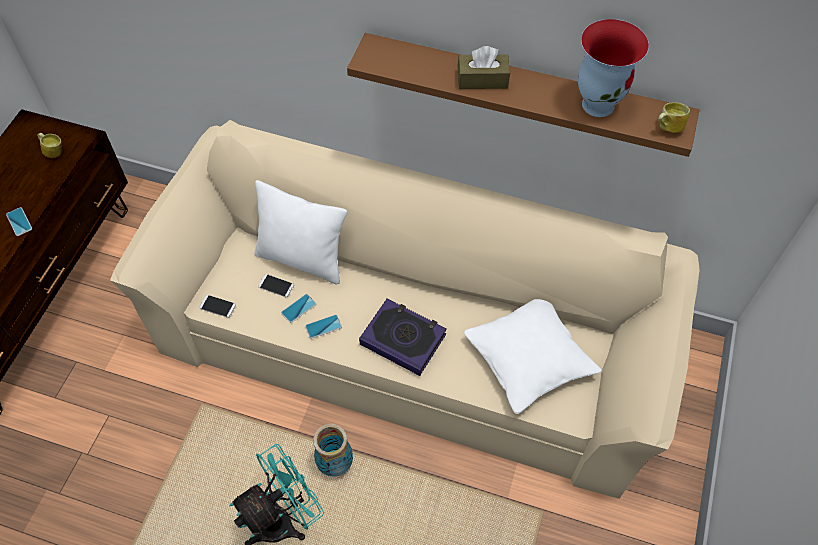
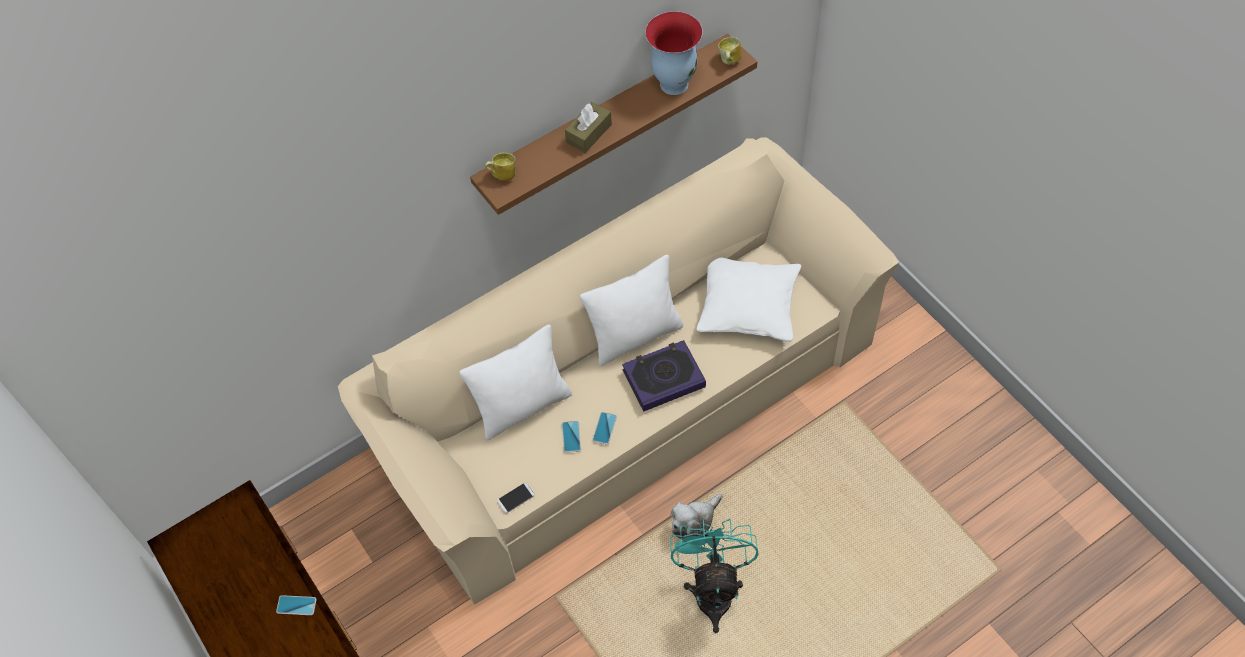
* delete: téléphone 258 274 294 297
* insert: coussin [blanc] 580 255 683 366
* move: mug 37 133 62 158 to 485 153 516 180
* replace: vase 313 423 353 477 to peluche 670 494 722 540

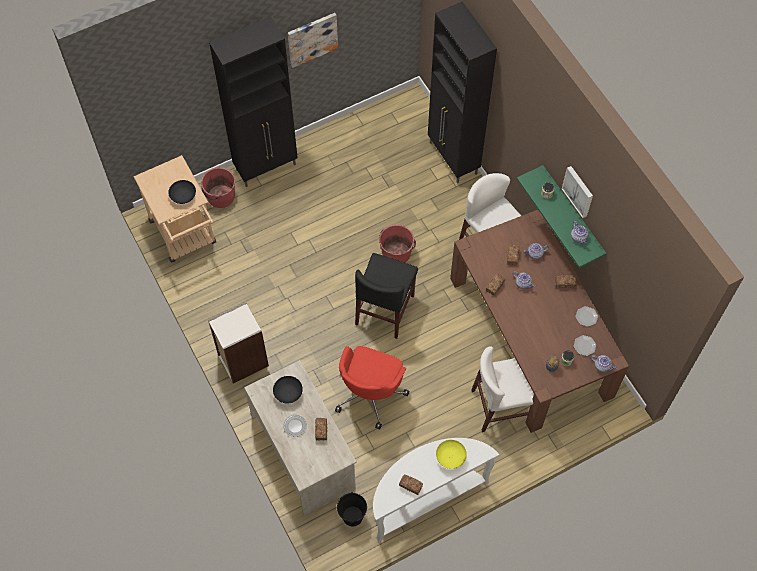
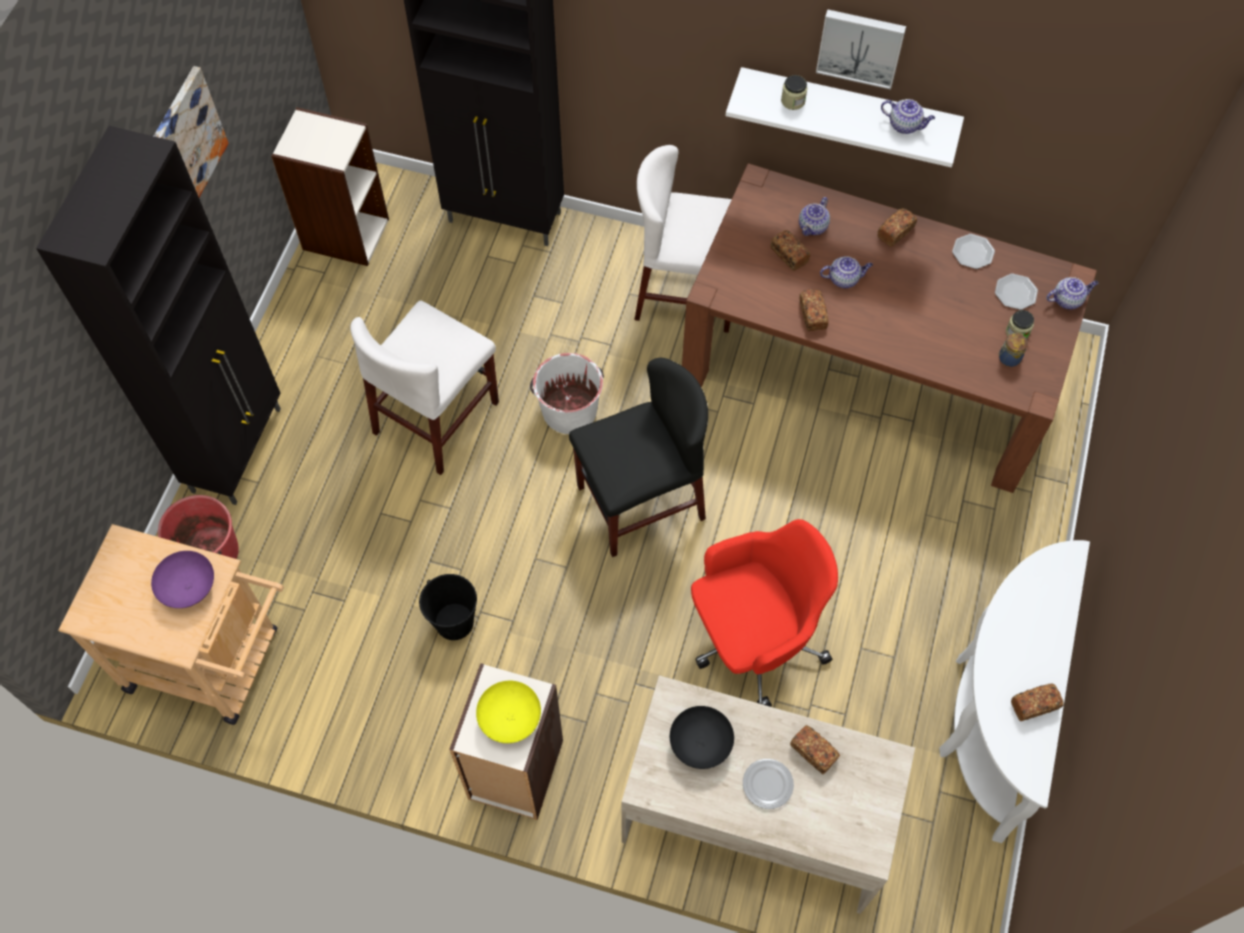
* insert: bibliothèque 271 107 389 266
* move: seau [noir] 337 492 367 526 to 419 574 477 640
* move: bol [jaune] 436 440 467 469 to 476 681 541 743
* move: chaise [blanc] 471 346 534 432 to 350 301 499 475
* recolor: bol [noir] 168 180 196 204 to bol [violet] 151 551 214 608
* recolor: seau [rouge] 379 224 416 263 to seau [blanc] 530 353 604 434
* recolor: étagère [vert] 517 165 606 268 to étagère [blanc] 726 67 964 167
* rotate: chaise de bureau [rouge] 335 346 409 430 = 691 519 838 707 90 degrees counterclockwise
* rotate: chaise [noir] 355 253 418 339 = 569 358 708 557 90 degrees counterclockwise

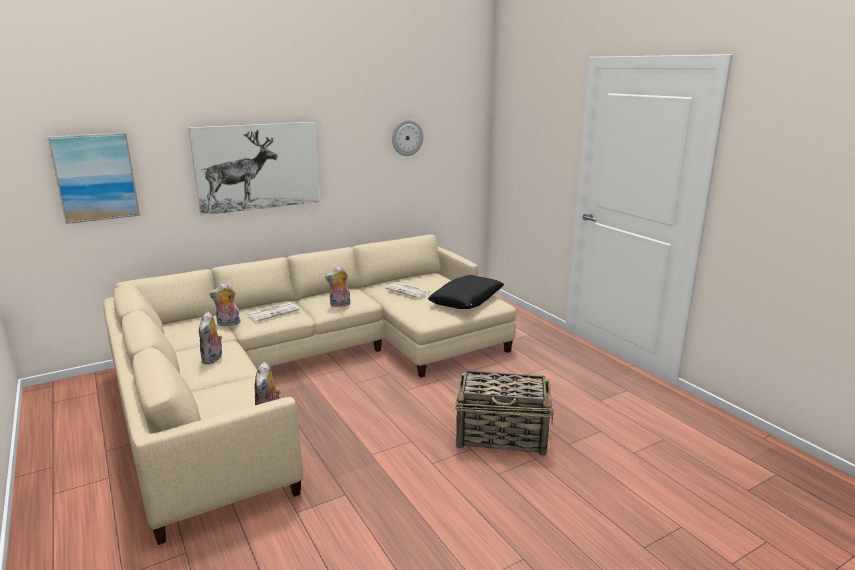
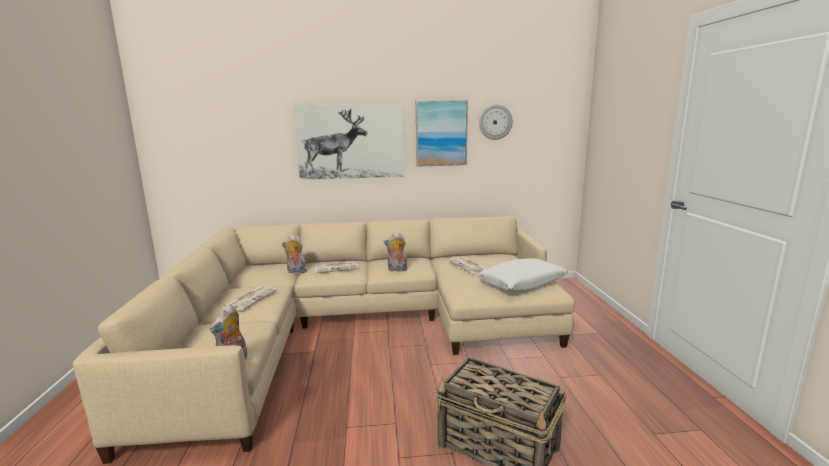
* move: tableau 47 133 140 224 to 416 100 468 167
* replace: peluche 199 311 222 364 to journal 224 286 277 310
* recolor: coussin [noir] 428 275 504 309 to coussin [blanc] 477 258 568 291

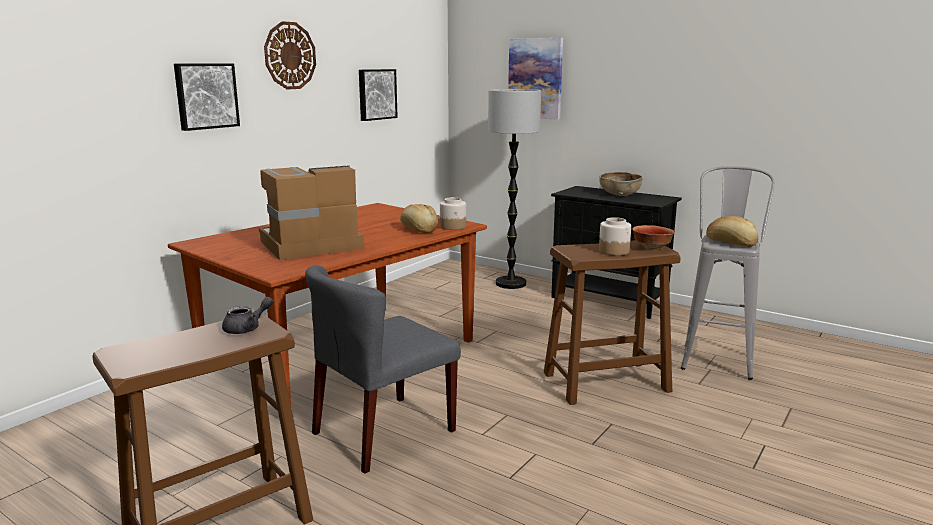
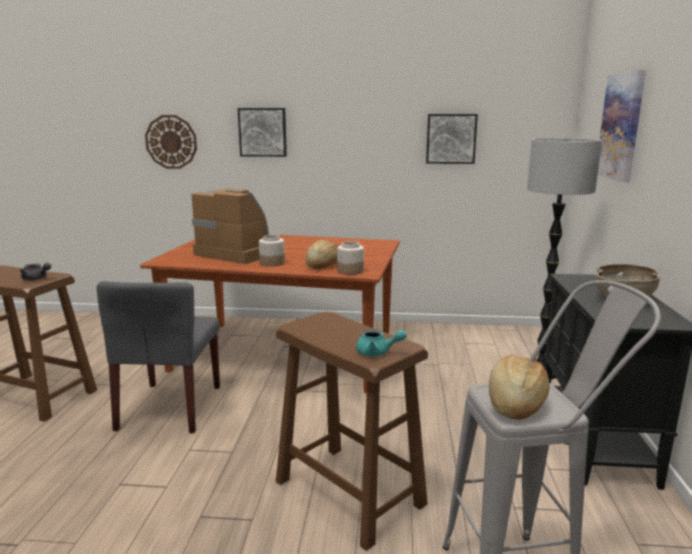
* move: horloge murale 264 21 316 89 to 145 115 197 169
* move: bocal 599 217 631 256 to 259 235 285 266
* replace: bol 633 225 675 250 to théière [turquoise] 356 329 407 356
* rotate: chaise [gris] 305 265 461 474 = 96 281 220 433 105 degrees counterclockwise

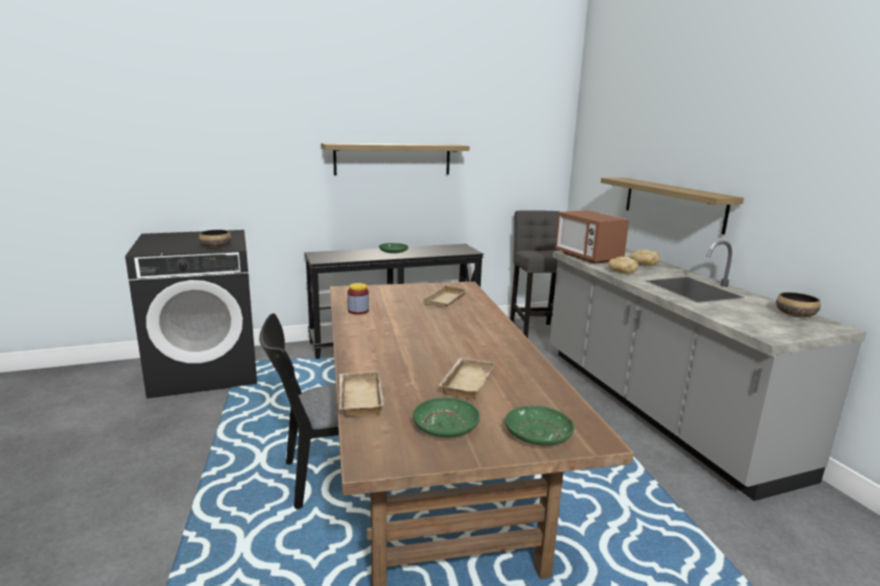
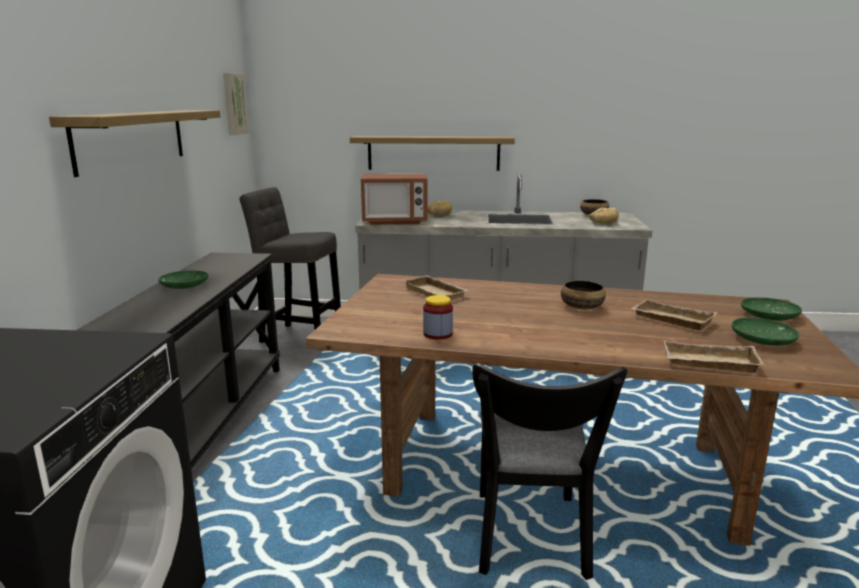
* insert: tableau 223 73 249 135
* move: bol 199 230 231 248 to 561 280 606 309
* move: pain 609 257 638 274 to 589 208 619 224

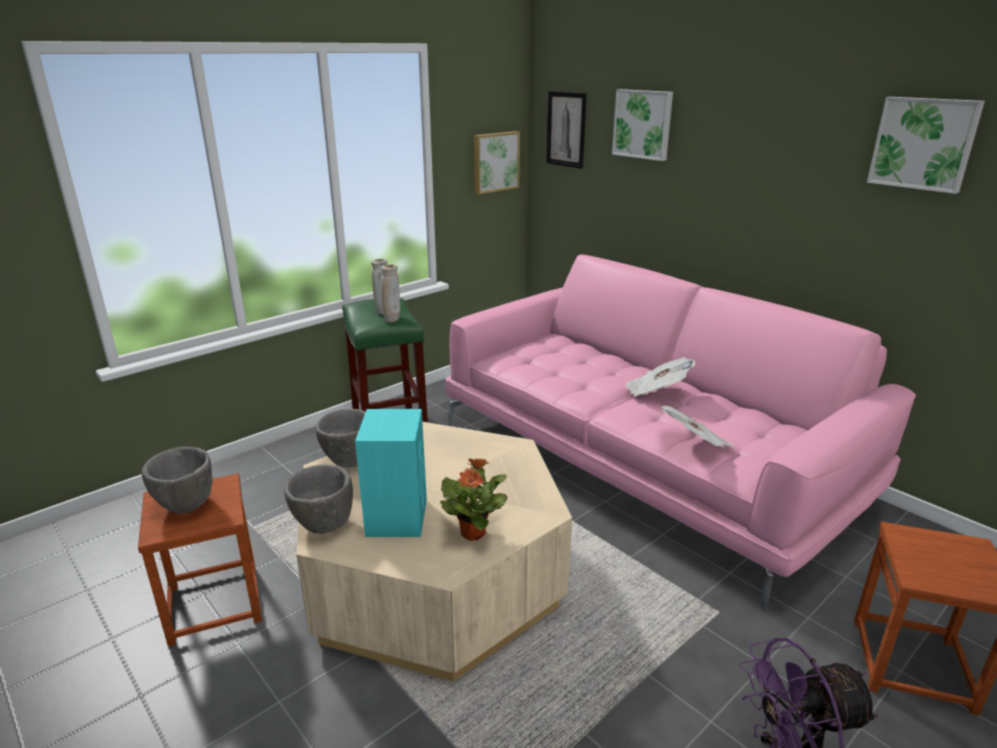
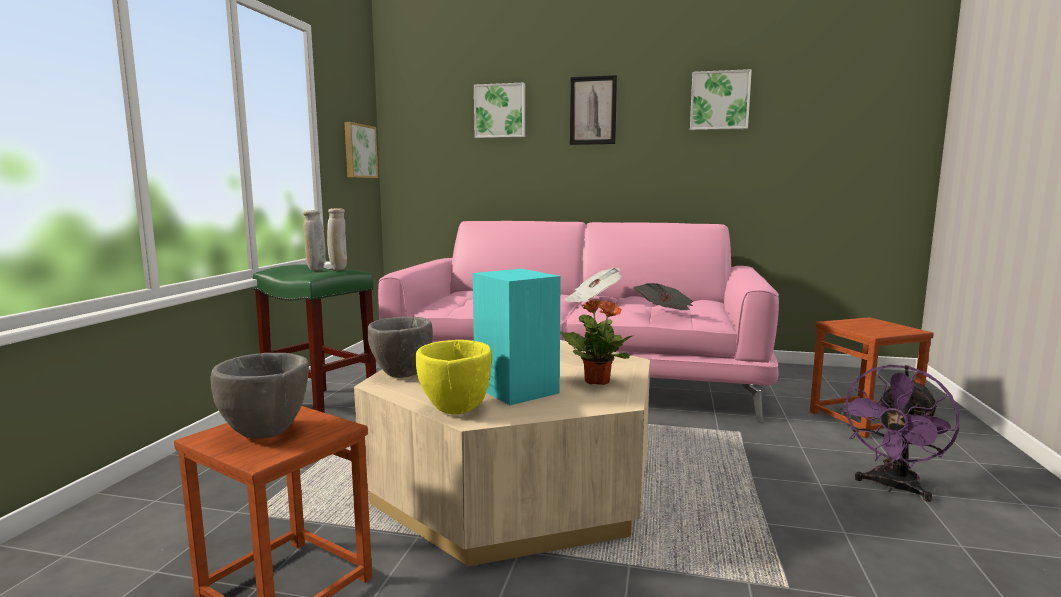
* move: tableau 546 91 587 169 to 570 75 617 145
* recolor: bol [gris] 284 464 353 534 to bol [jaune] 416 340 492 414

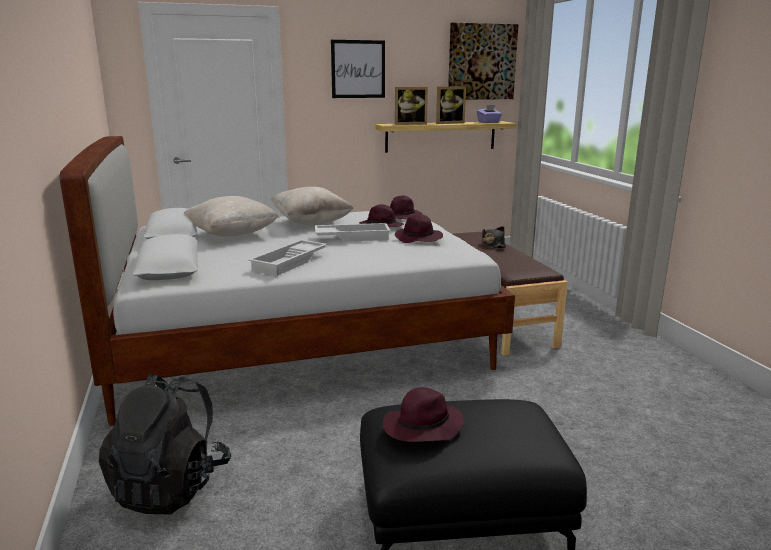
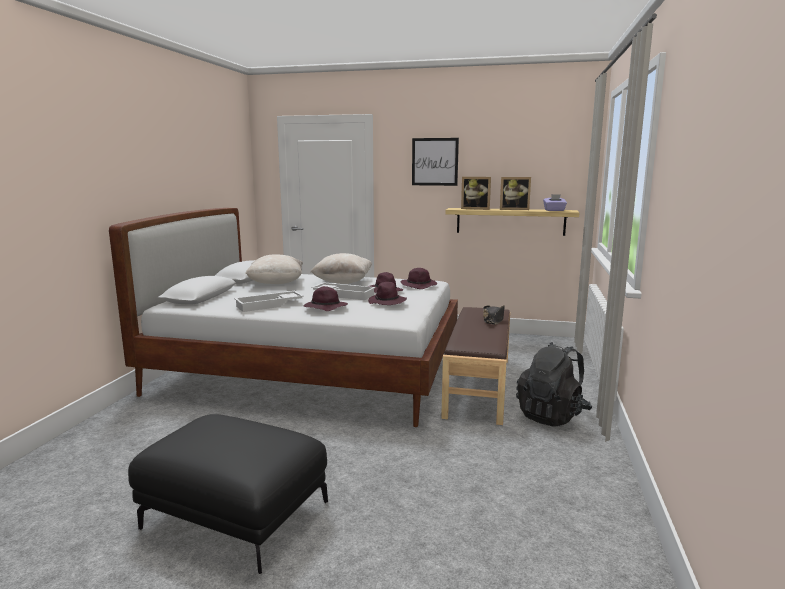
* delete: tableau 448 23 518 100
* move: sac à dos [noir] 99 373 231 514 to 516 342 592 427
* move: chapeau [violet] 383 387 464 442 to 303 286 348 311

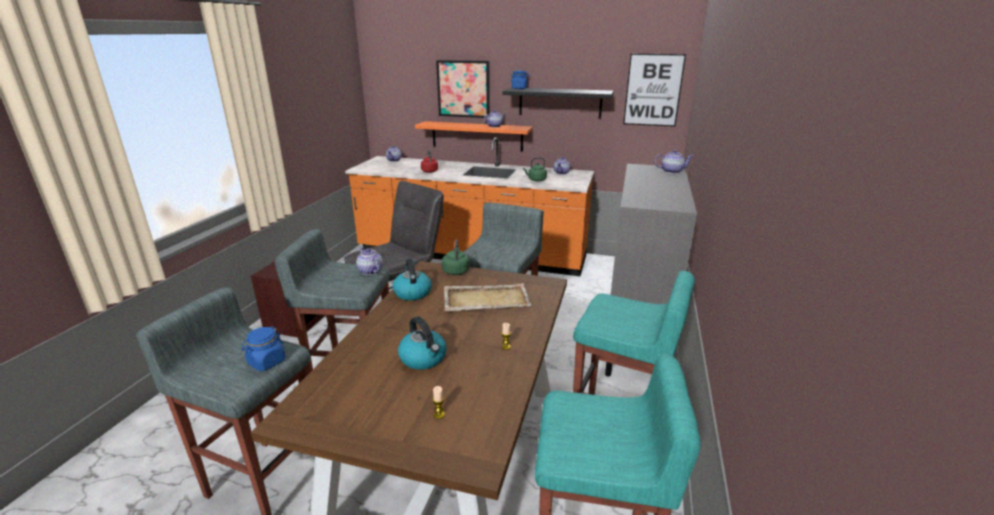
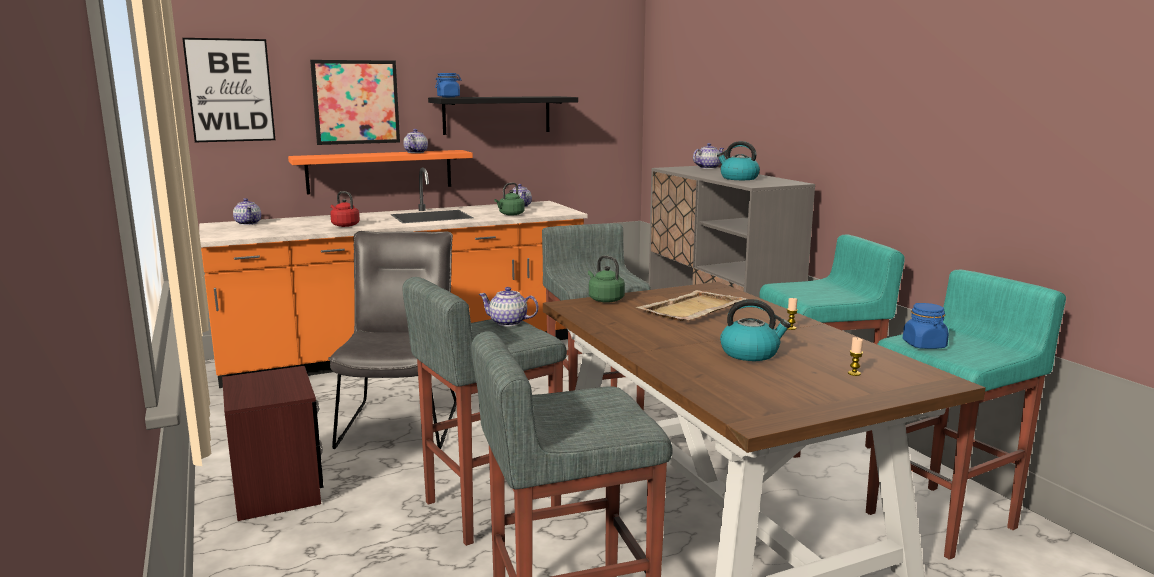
* move: bocal [bleu] 241 326 286 371 to 903 303 949 349
* move: bouilloire 393 259 432 301 to 717 141 760 180
* move: tableau 623 54 686 127 to 182 38 275 142

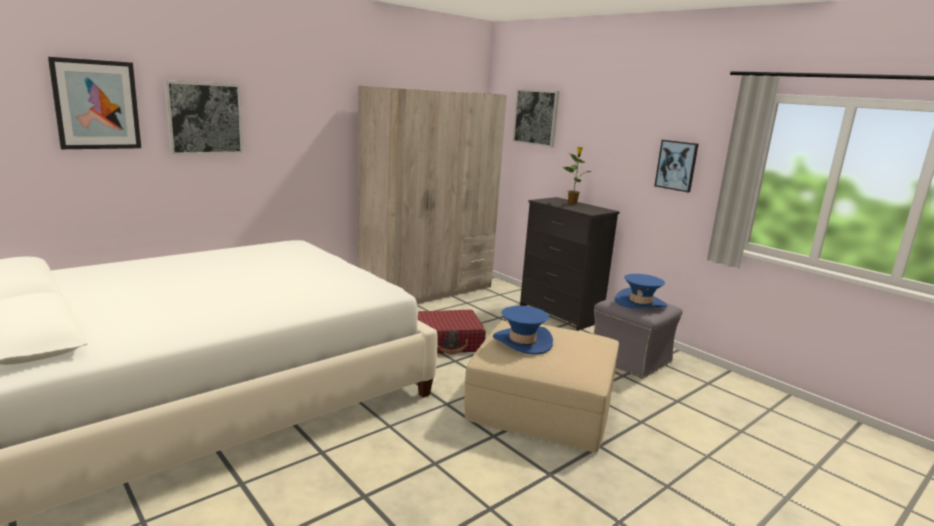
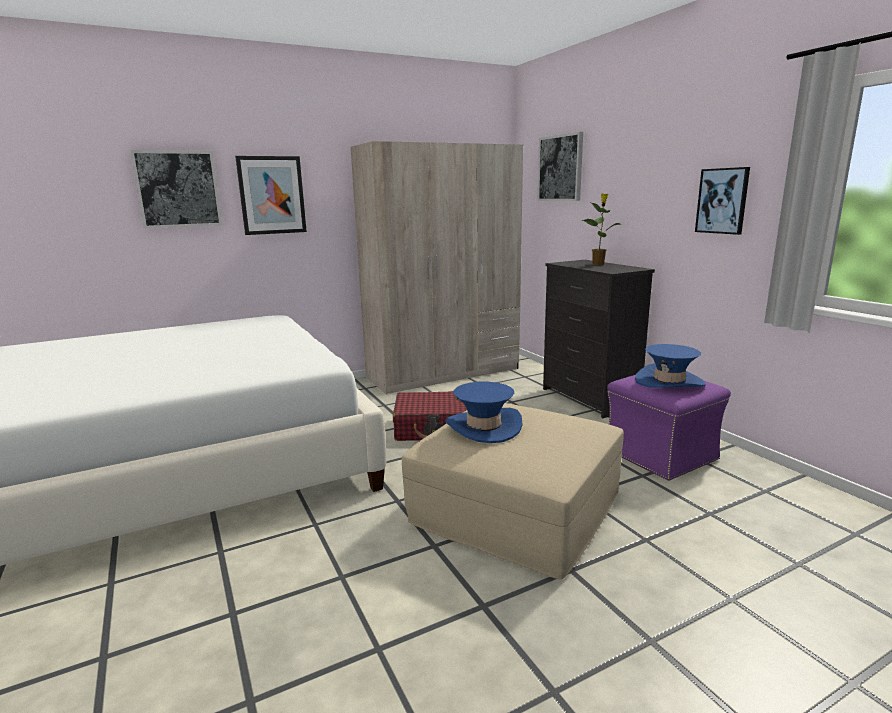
* move: tableau 48 57 141 149 to 235 156 307 235
* recolor: pouf [gris] 594 296 683 379 to pouf [violet] 607 375 731 481

